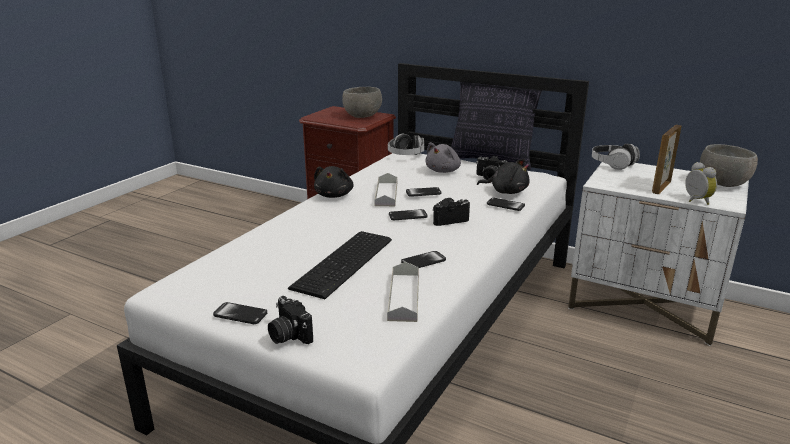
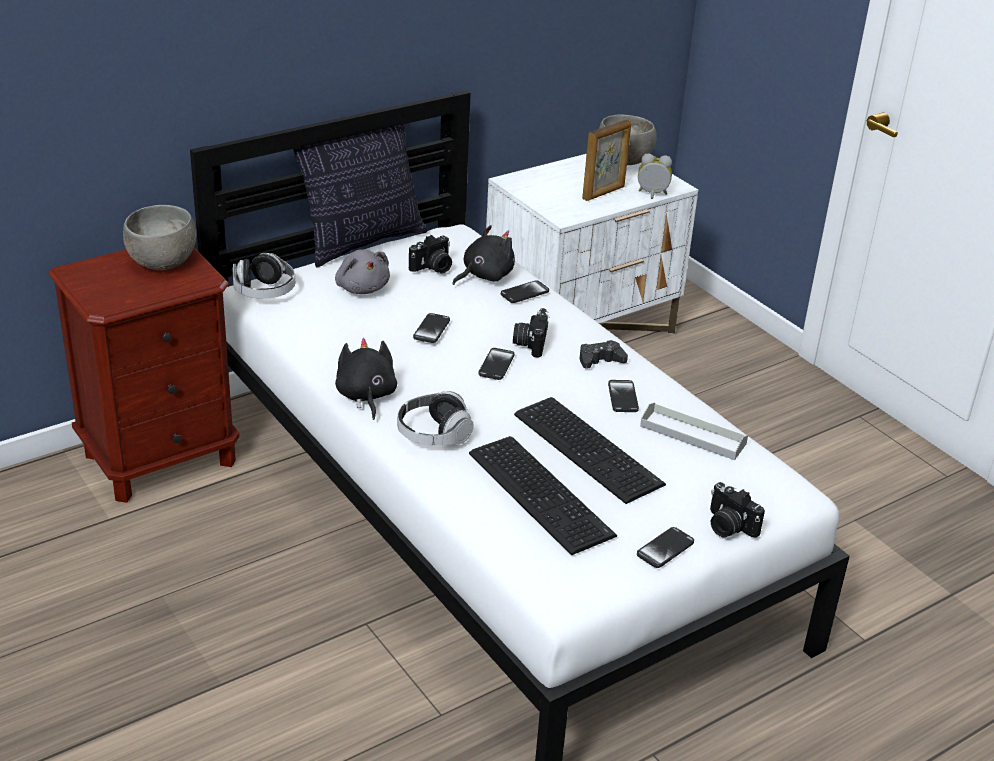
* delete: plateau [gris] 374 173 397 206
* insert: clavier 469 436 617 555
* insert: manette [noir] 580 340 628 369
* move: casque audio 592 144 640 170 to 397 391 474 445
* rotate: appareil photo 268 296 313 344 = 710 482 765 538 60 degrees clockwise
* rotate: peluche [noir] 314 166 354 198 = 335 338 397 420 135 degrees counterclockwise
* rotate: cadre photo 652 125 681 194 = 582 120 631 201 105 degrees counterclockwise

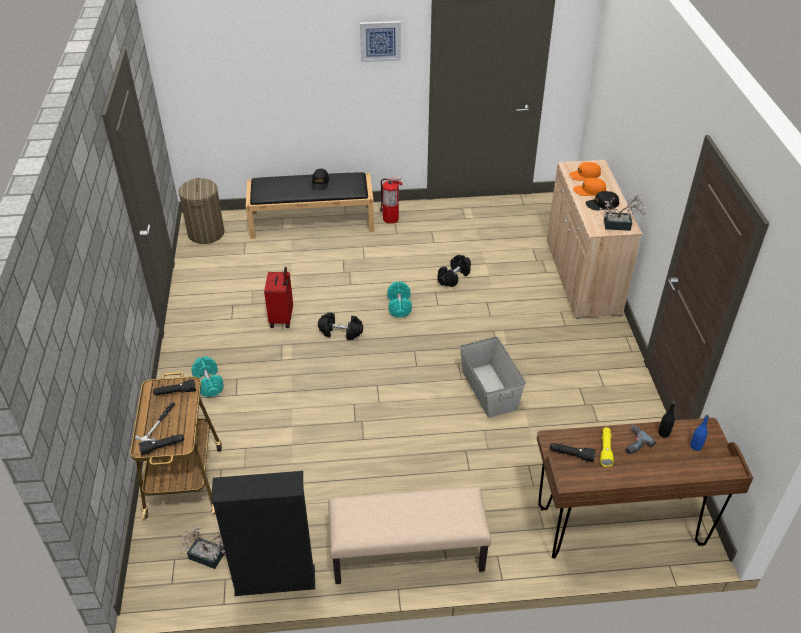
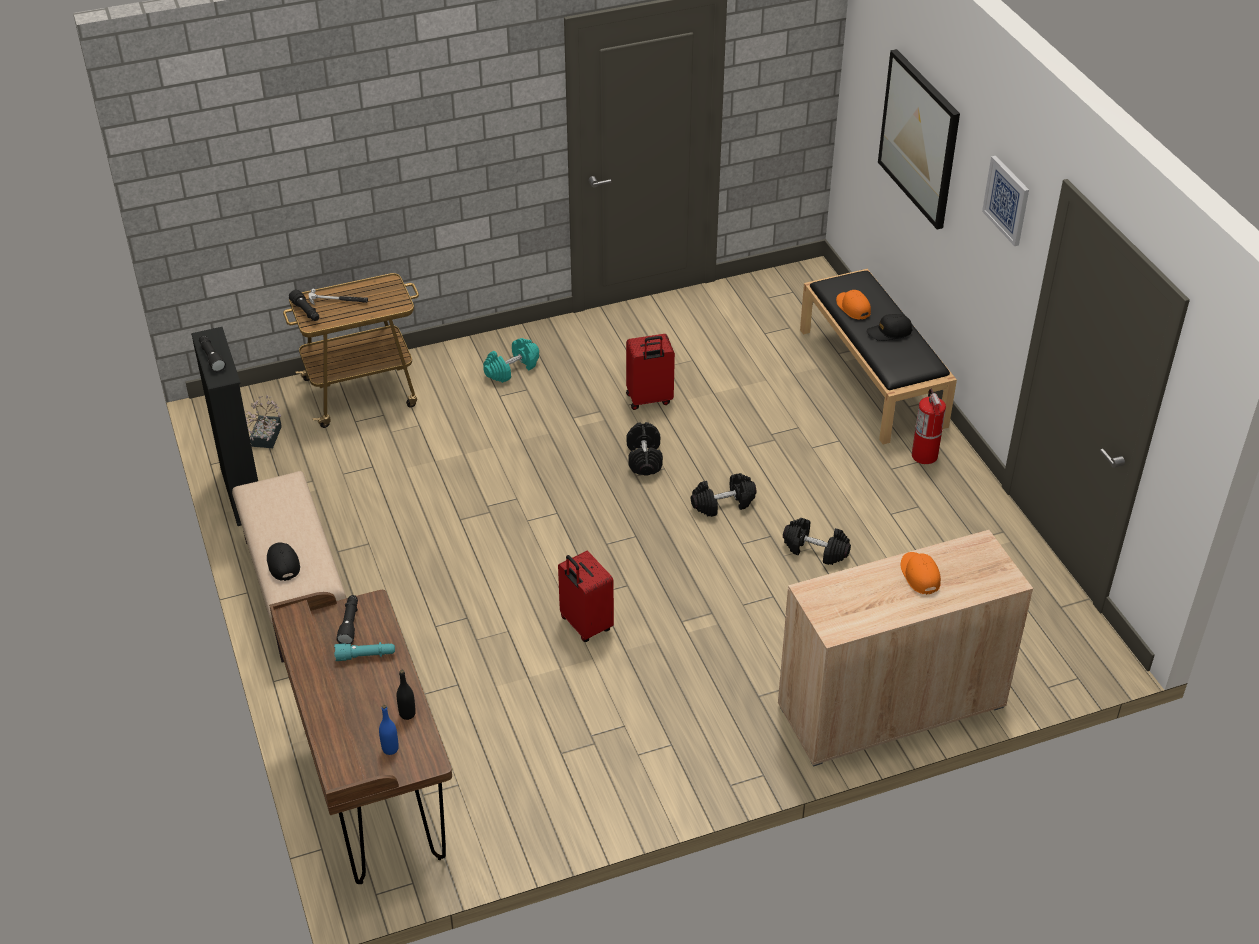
* delete: panier à linge 178 178 224 244
* delete: plante en pot 600 193 646 231
* delete: perceuse 625 425 656 455
* insert: tableau 878 49 960 229
* move: lampe de poche [noir] 153 379 196 395 to 199 336 226 372
* move: casquette [orange] 569 162 601 181 to 836 290 871 319
* move: casquette [noir] 585 191 619 210 to 267 542 300 581
* replace: boîte de rangement [gris] 460 337 526 418 to valise [rouge] 558 551 614 642
* recolor: haltère [turquoise] 387 281 412 318 to haltère [noir] 691 473 757 517
* recolor: lampe de poche [jaune] 600 427 614 467 to lampe de poche [turquoise] 334 642 395 661

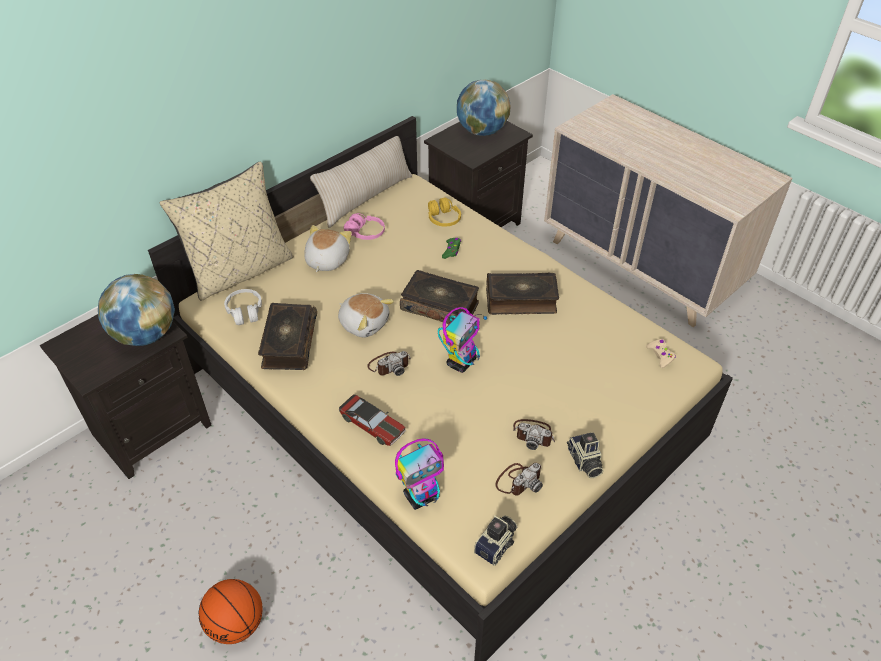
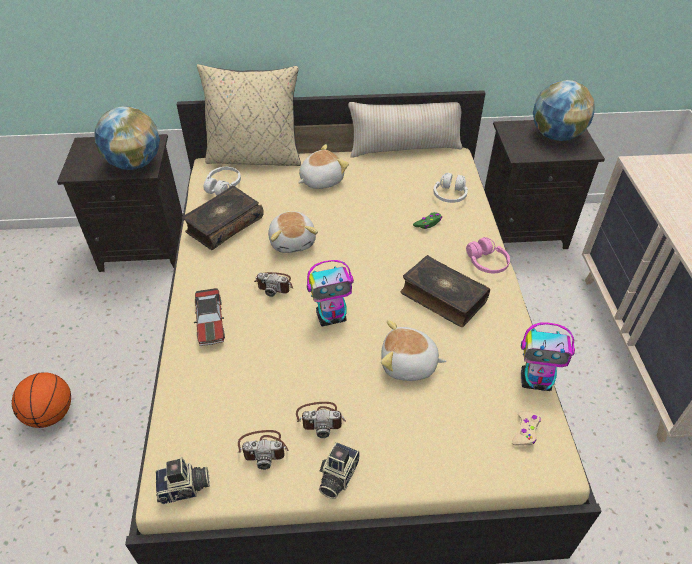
* delete: livre 400 270 479 324
* insert: peluche 381 320 447 381
* move: casque audio [rose] 344 213 385 240 to 466 237 510 273
* move: robot jouet 395 438 444 510 to 521 323 575 391
* recolor: casque audio [jaune] 428 197 461 227 to casque audio [blanc] 433 173 468 203
* rotate: appareil photo 513 419 555 450 = 296 402 346 438 60 degrees counterclockwise

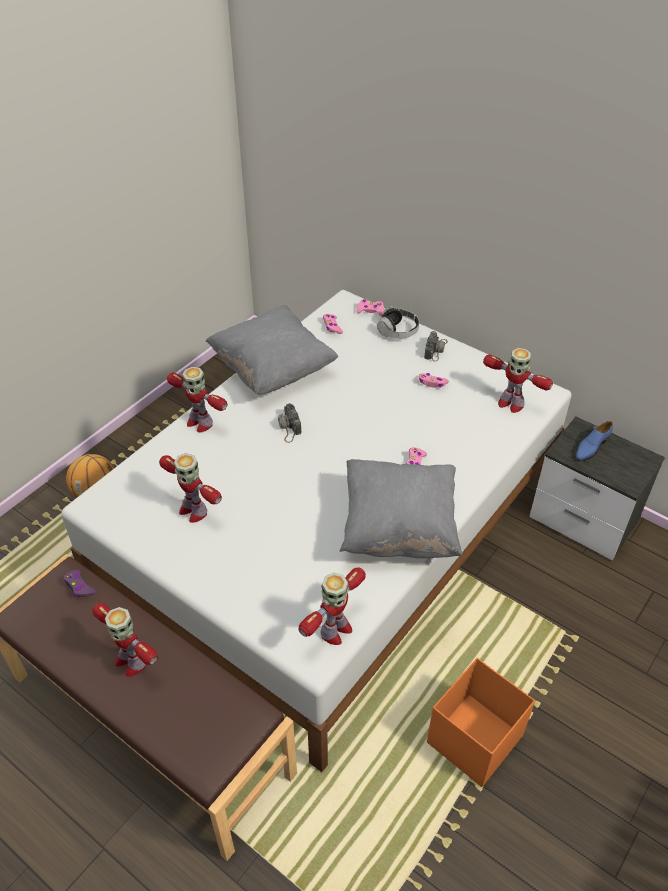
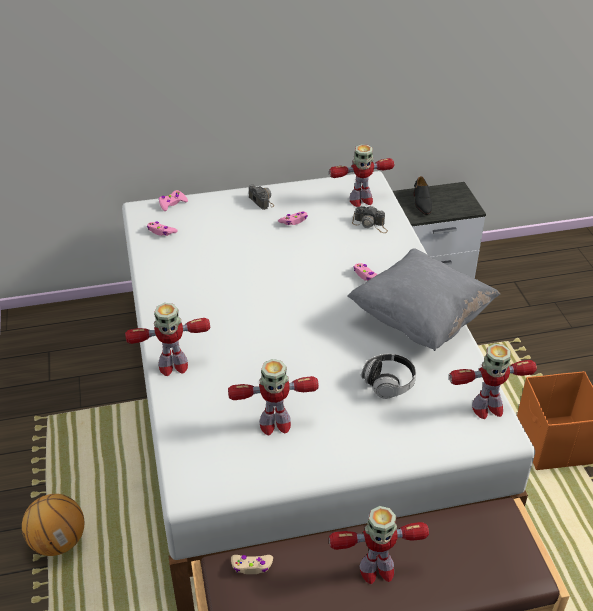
* delete: coussin [gris] 206 305 338 395
* move: appareil photo 278 403 302 443 to 352 205 388 233
* move: casque audio 377 306 419 338 to 361 354 416 399
* recolor: manette [violet] 63 570 96 597 to manette [beige] 231 555 273 574
* recolor: chaussure [bleu] 575 421 613 461 to chaussure [noir] 414 176 432 215
* rotate: robot jouet 298 567 366 645 = 449 344 537 419 90 degrees clockwise

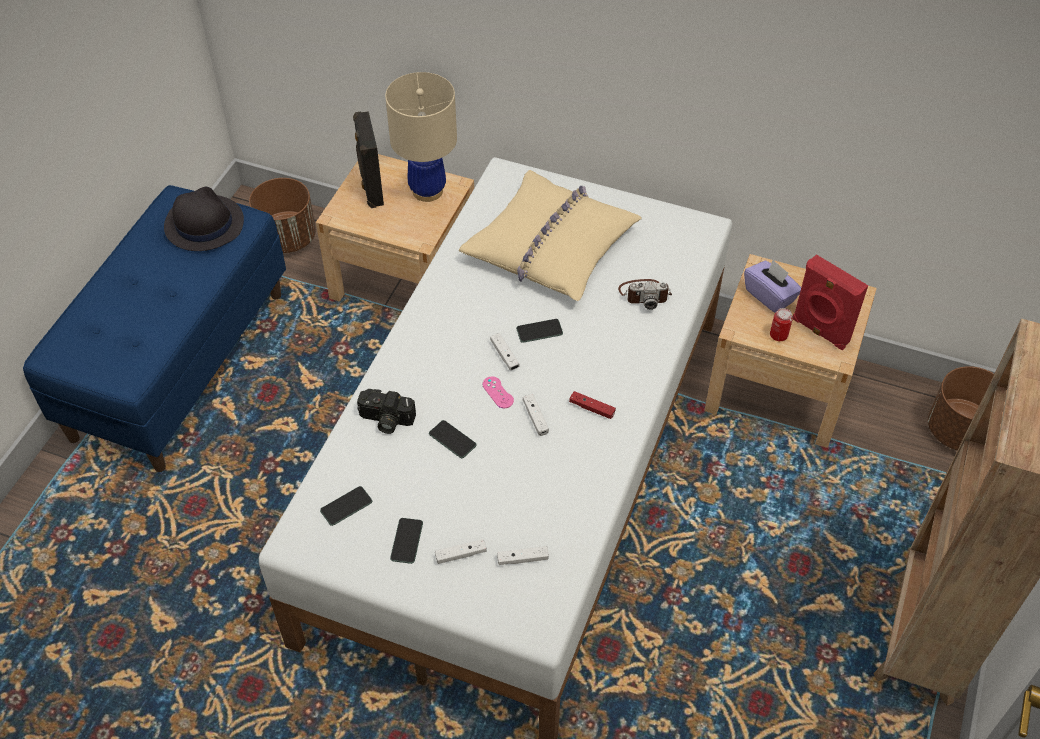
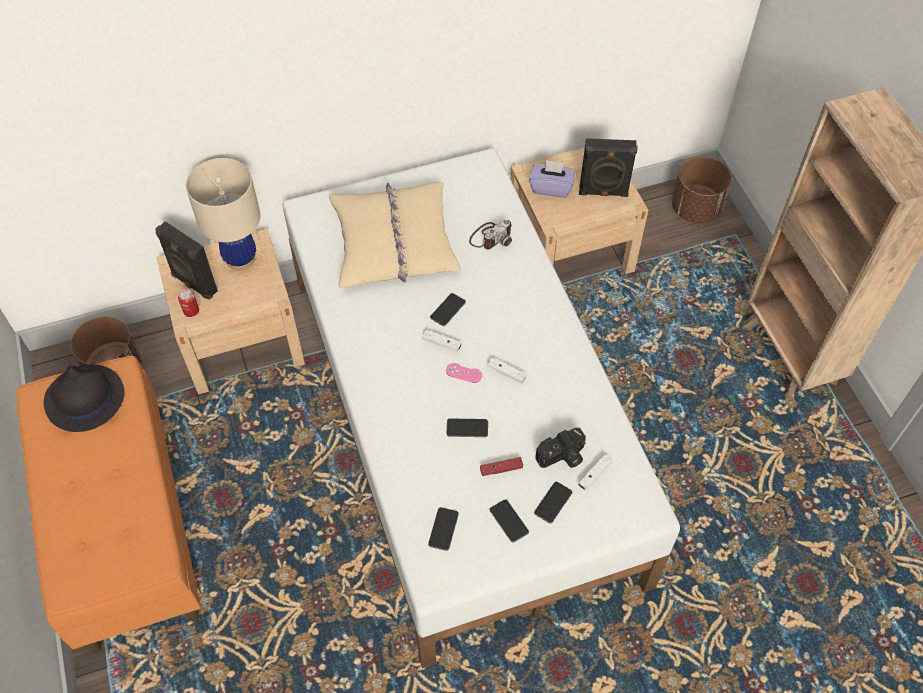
* move: appareil photo 357 389 416 434 to 535 428 586 468
* move: manette [rouge] 569 391 616 419 to 480 457 523 476
* move: boîte métallique 770 308 793 341 to 178 289 199 317
* replace: manette [blanc] 435 539 487 564 to téléphone 534 482 572 524
* recolor: banc [bleu] 23 185 286 472 to banc [orange] 16 355 201 653
* recolor: enceinte [rouge] 793 254 868 350 to enceinte [noir] 579 138 638 197

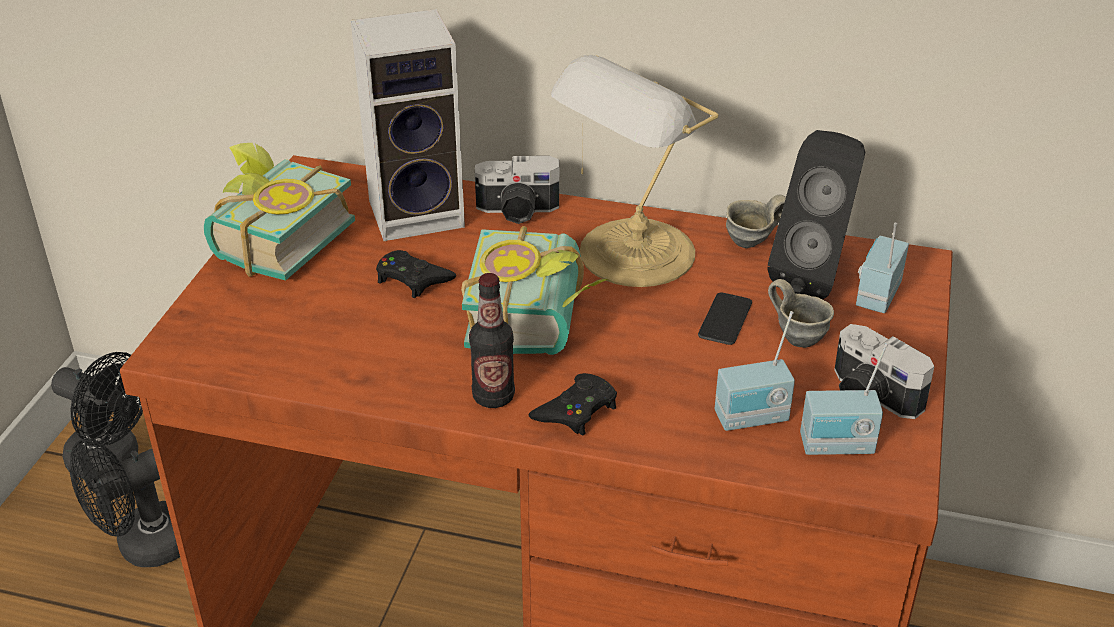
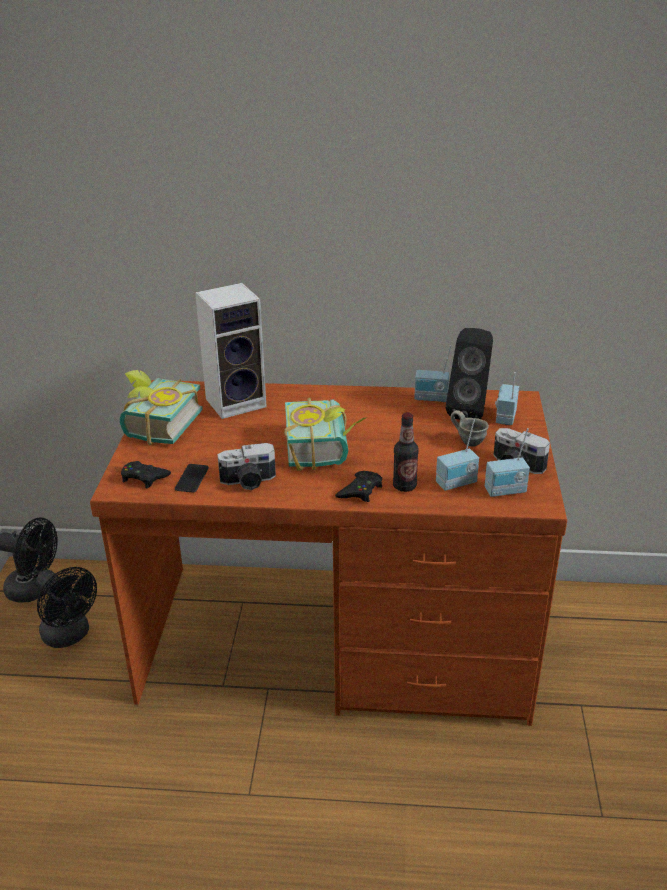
* delete: lampe de table 551 55 719 287
* move: manette [noir] 376 250 456 298 to 121 461 171 488
* move: bouteille 469 273 515 408 to 393 412 419 492
* move: appareil photo 475 156 559 224 to 217 443 276 490
* move: téléphone 698 292 752 345 to 175 464 209 492
* replace: mug [gris] 726 195 786 248 to radio 414 345 451 402
* rotate: ventilateur [noir] 70 438 180 567 = 36 567 97 648 90 degrees counterclockwise

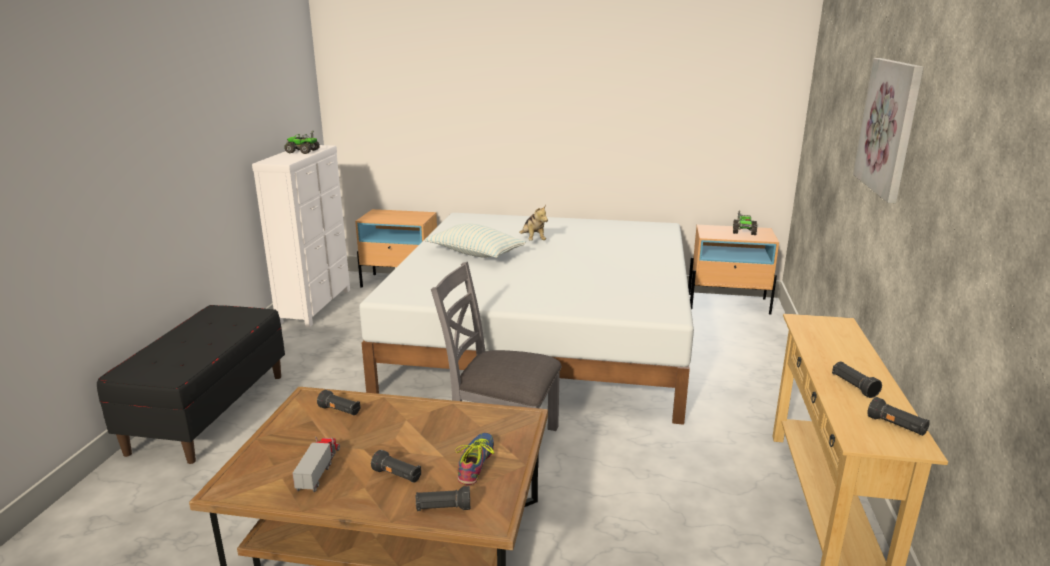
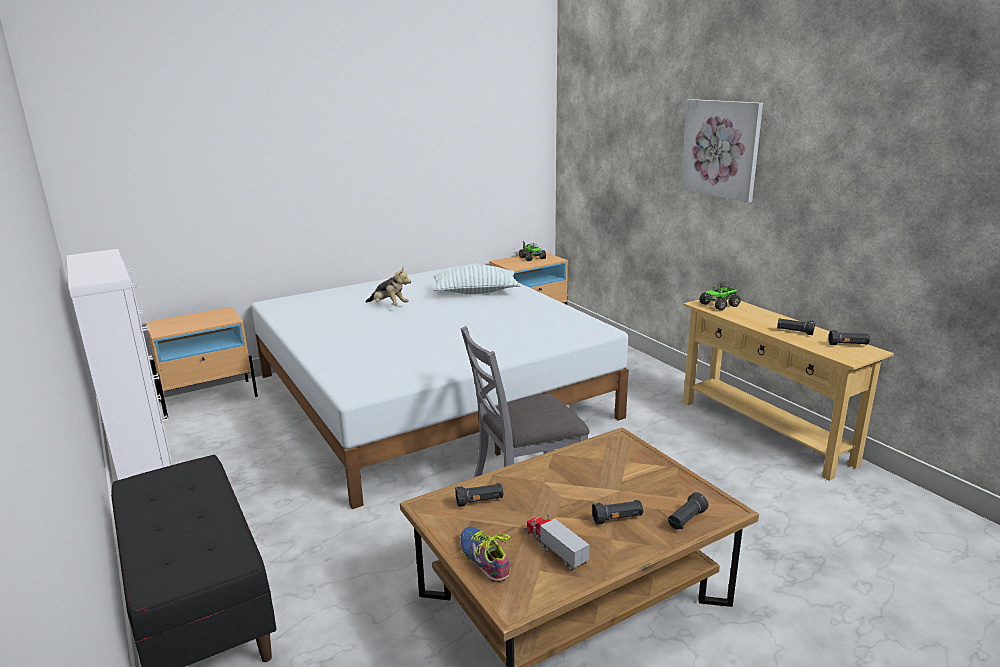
* move: camion jouet 284 131 320 154 to 699 280 741 311
* move: coussin 425 223 526 258 to 433 265 521 294
* move: chaussure 455 433 494 485 to 460 526 512 582

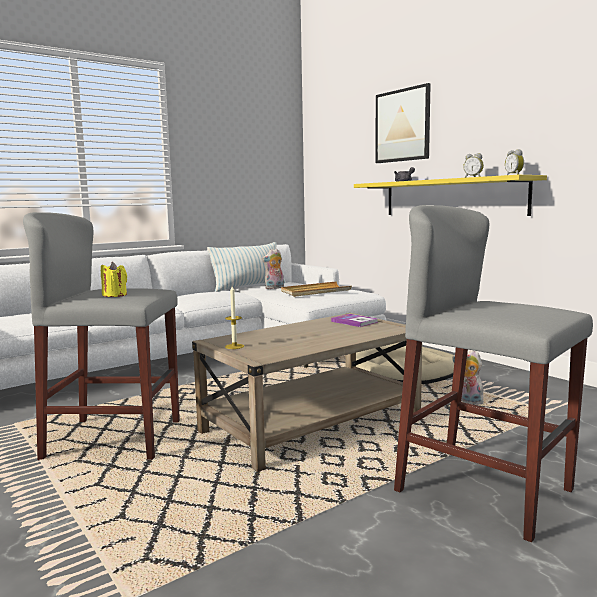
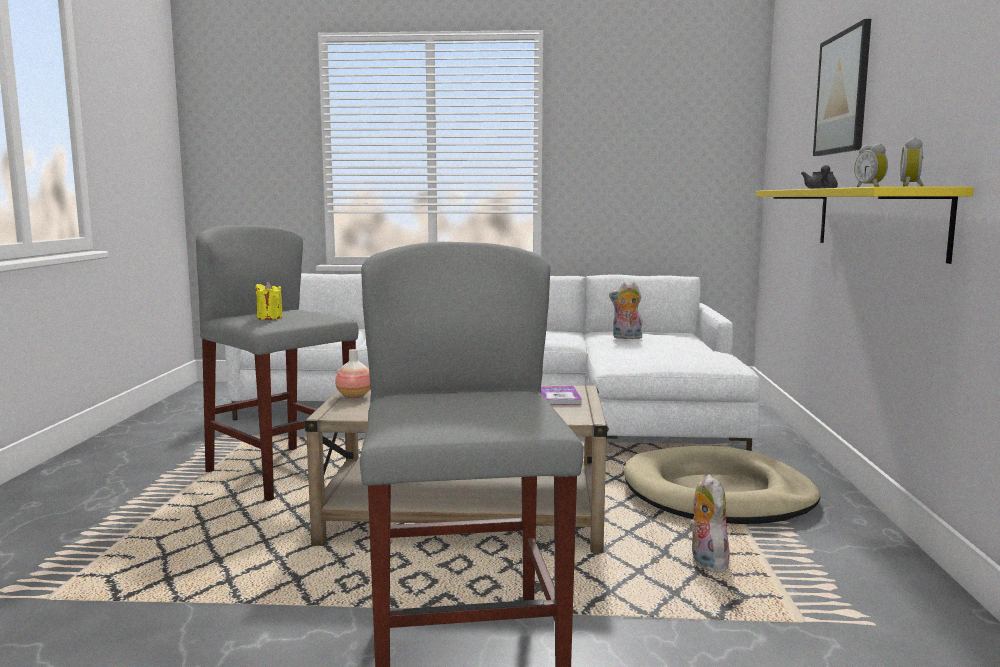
* delete: coussin 207 242 285 292
* delete: plateau [beige] 281 281 352 297
* replace: bougie 225 286 244 349 to vase 335 349 371 398

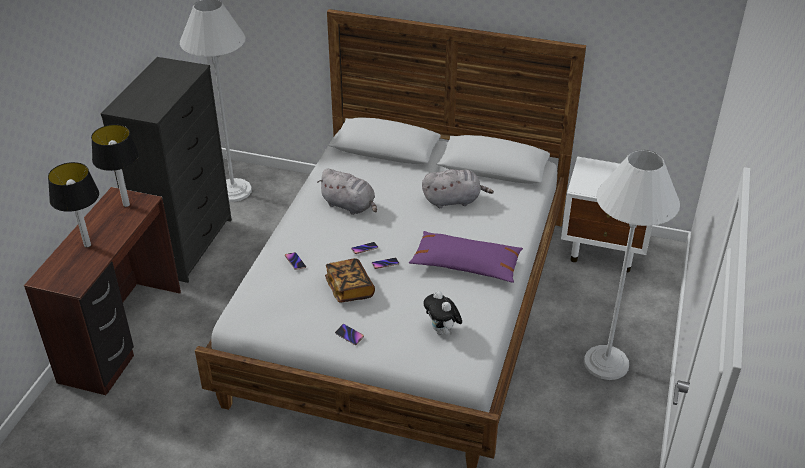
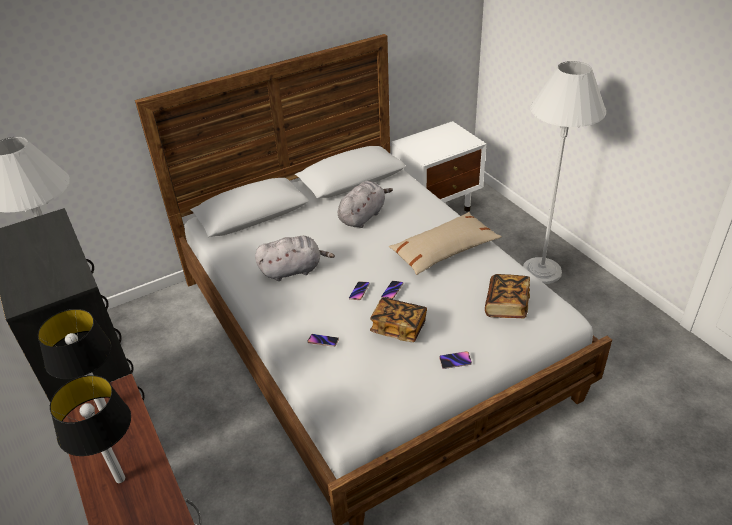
* replace: peluche 424 291 462 335 to livre 485 274 530 318
* recolor: coussin [violet] 409 231 523 283 to coussin [beige] 389 212 502 275

